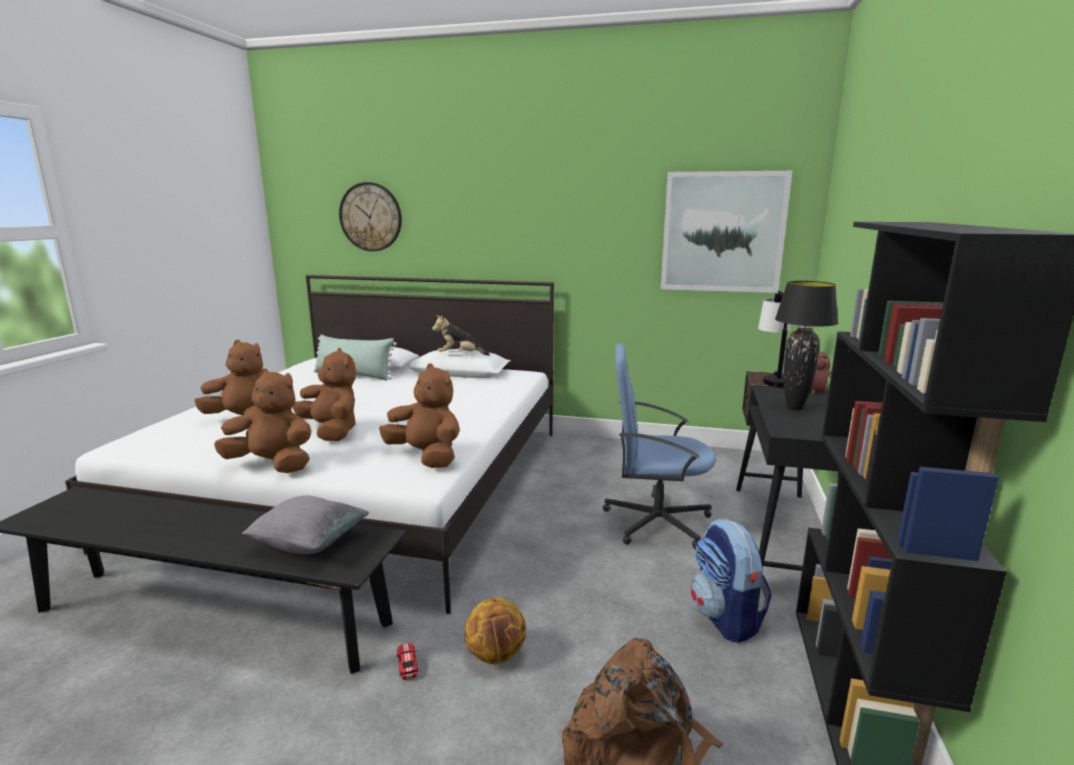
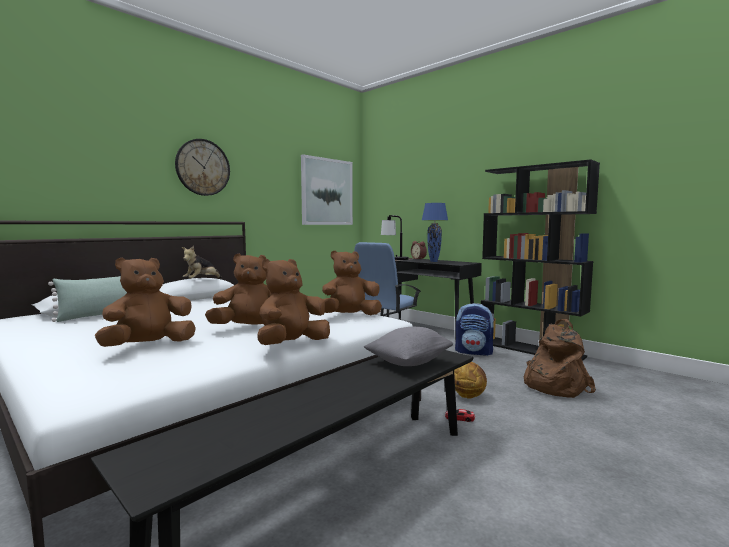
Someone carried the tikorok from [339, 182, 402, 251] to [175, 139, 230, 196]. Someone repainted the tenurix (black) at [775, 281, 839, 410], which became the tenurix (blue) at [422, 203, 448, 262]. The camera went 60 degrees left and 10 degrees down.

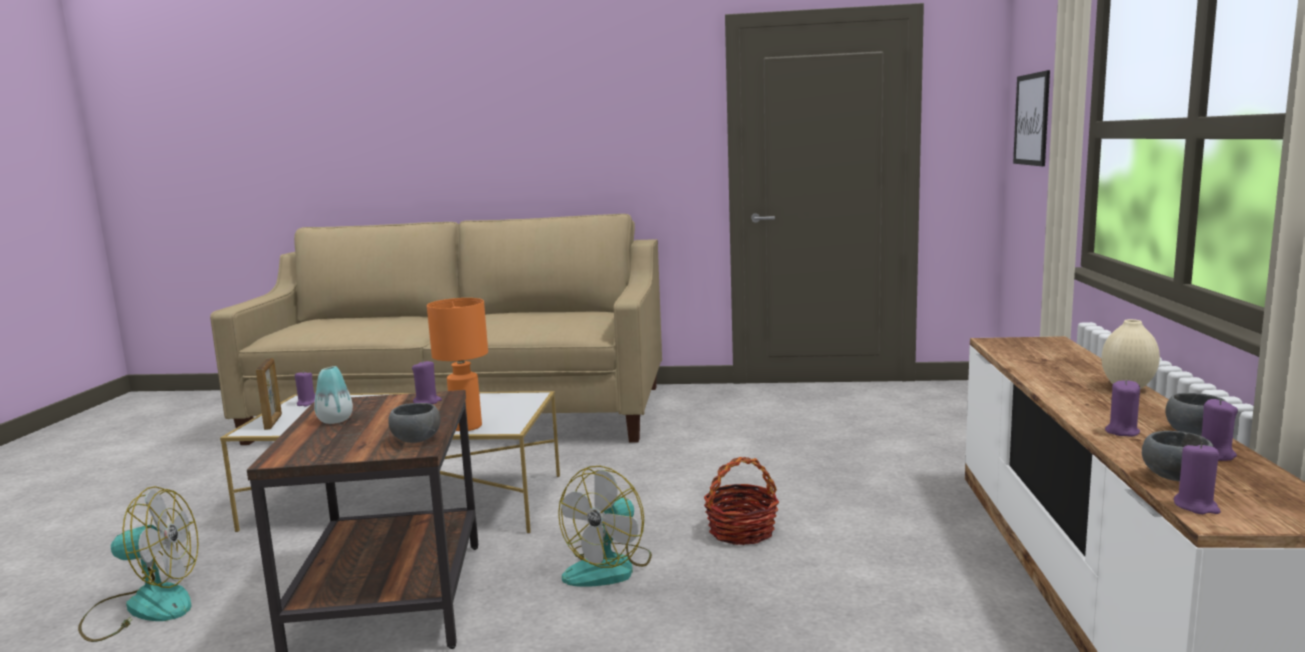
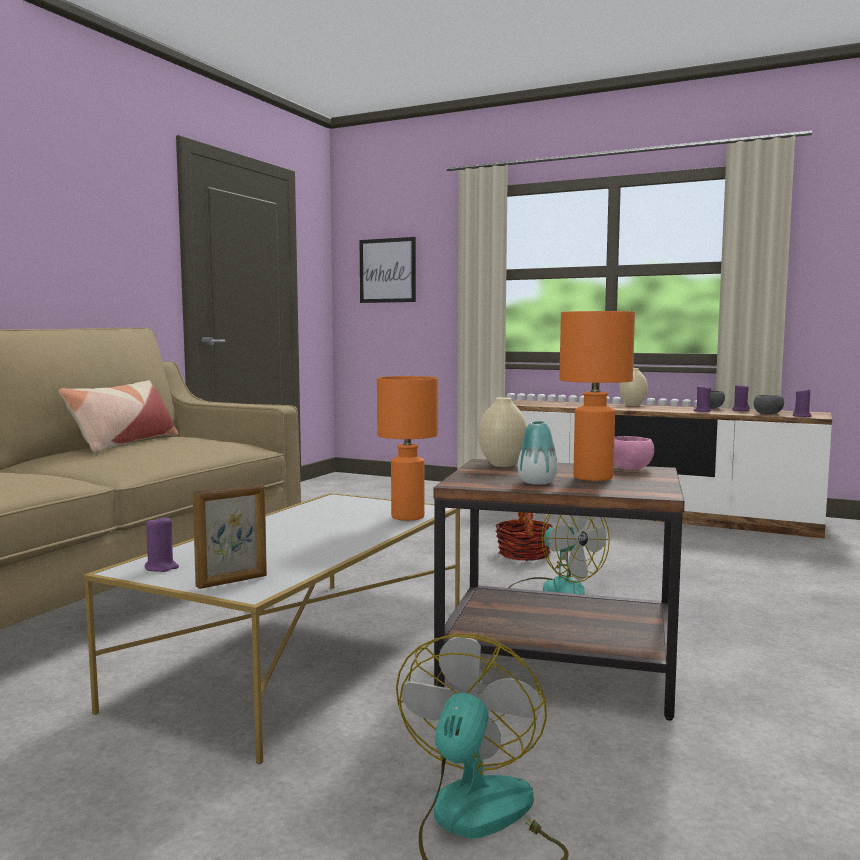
Someone rotated the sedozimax at [256, 358, 282, 430] by 135 degrees clockwise. Someone repainted the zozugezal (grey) at [388, 403, 440, 443], which became the zozugezal (pink) at [614, 436, 654, 470]. Someone swapped the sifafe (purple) at [412, 361, 442, 404] for the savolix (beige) at [478, 397, 527, 467]. Someone put down the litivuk at [59, 380, 178, 453]. Someone put down the tenurix (orange) at [559, 311, 635, 481]. The camera went 70 degrees left and 5 degrees down.

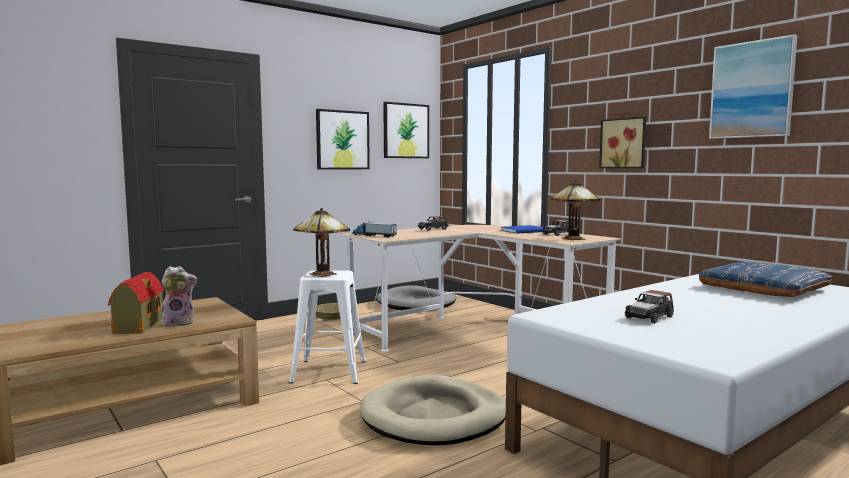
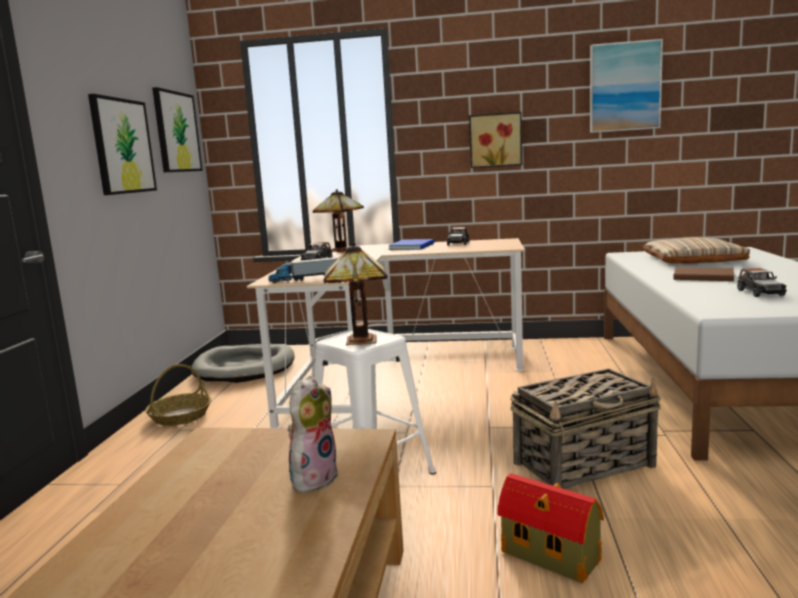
Someone carried the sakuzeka from [108, 272, 164, 334] to [497, 473, 604, 583]. Someone swapped the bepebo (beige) at [360, 375, 506, 446] for the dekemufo at [510, 368, 661, 489]. Someone carried the tenurix from [551, 180, 600, 240] to [313, 189, 364, 252]. Someone repainted the litivuk (blue) at [699, 262, 832, 298], which became the litivuk (beige) at [644, 237, 750, 264]. Someone put down the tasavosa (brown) at [673, 267, 734, 281]. The camera went 45 degrees left and 5 degrees up.

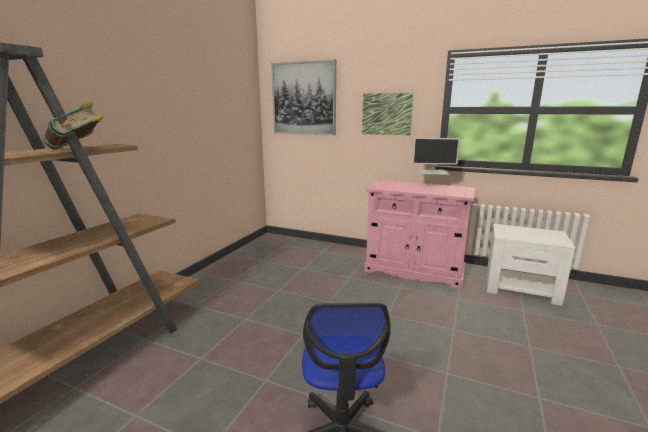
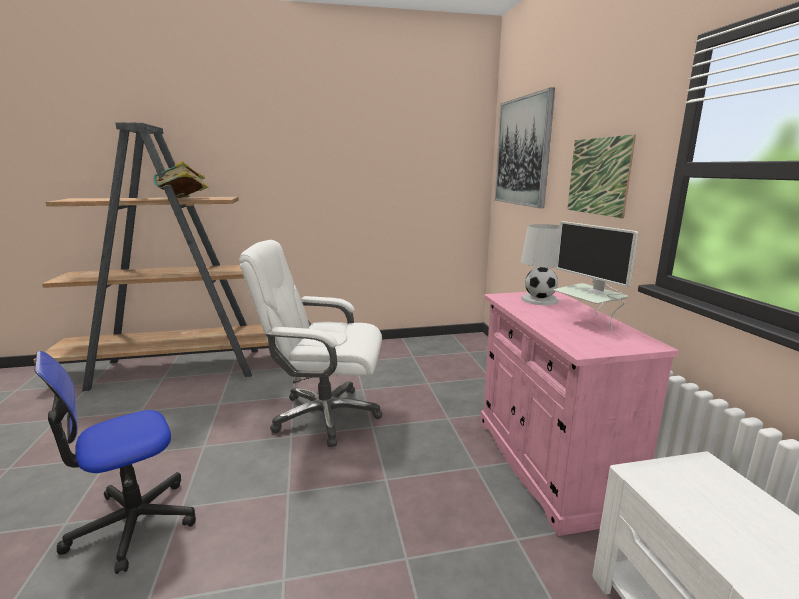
Someone put down the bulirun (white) at [239, 240, 383, 447]. Someone put down the tenurix (white) at [521, 224, 560, 305]. The camera went 55 degrees right and 0 degrees up.

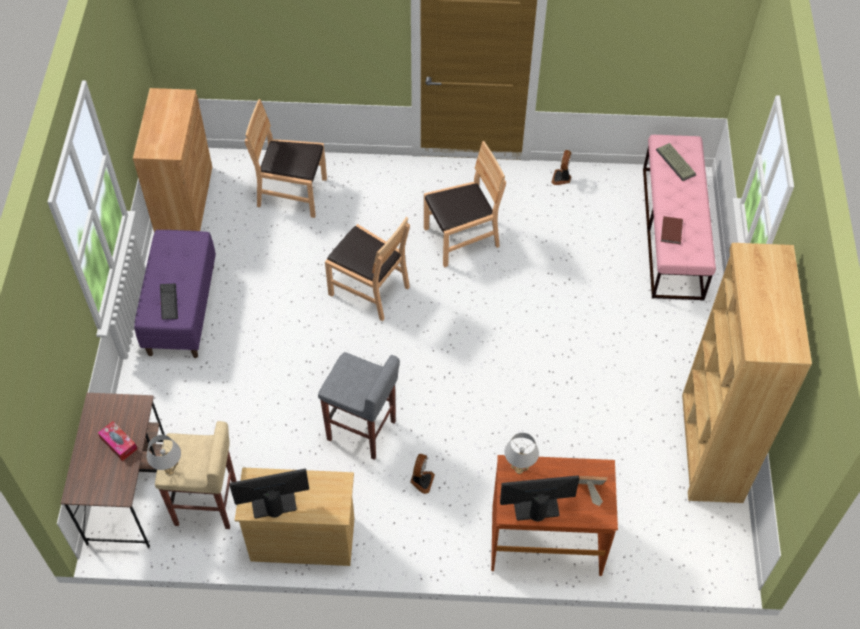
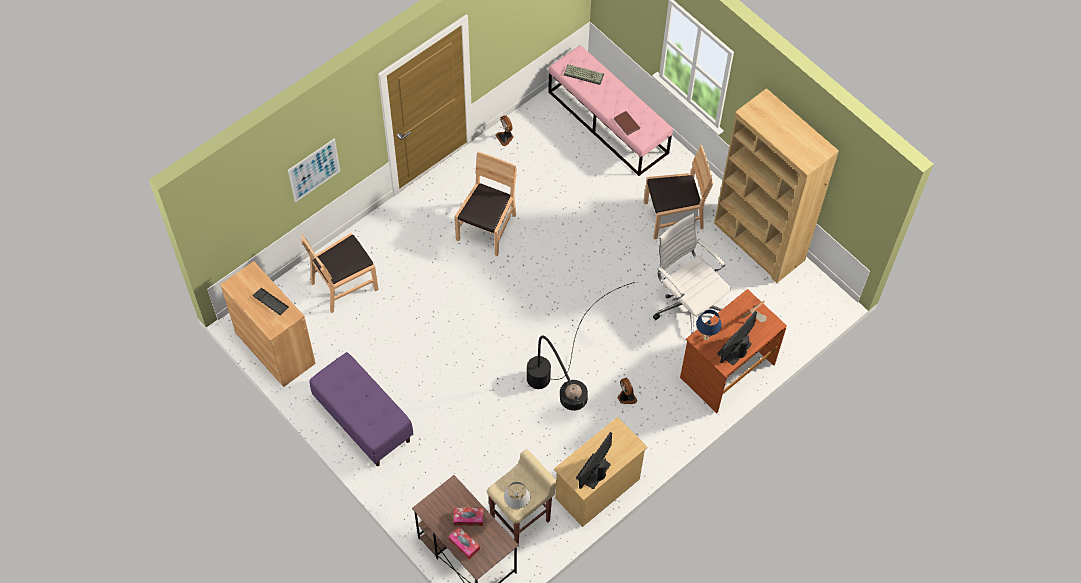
Someone carried the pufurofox from [160, 284, 178, 320] to [253, 288, 289, 315]. Someone swapped the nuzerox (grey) at [318, 352, 400, 460] for the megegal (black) at [527, 282, 636, 411]. Someone carried the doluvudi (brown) from [325, 217, 410, 321] to [644, 145, 713, 239]. Someone repainted the tenurix (white) at [504, 433, 539, 474], which became the tenurix (blue) at [696, 310, 722, 340]. Someone put up the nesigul at [288, 138, 340, 202]. Someone put down the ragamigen at [448, 526, 480, 559]. Someone put down the bulirun (white) at [653, 213, 731, 334]. The camera went 45 degrees left and 5 degrees up.

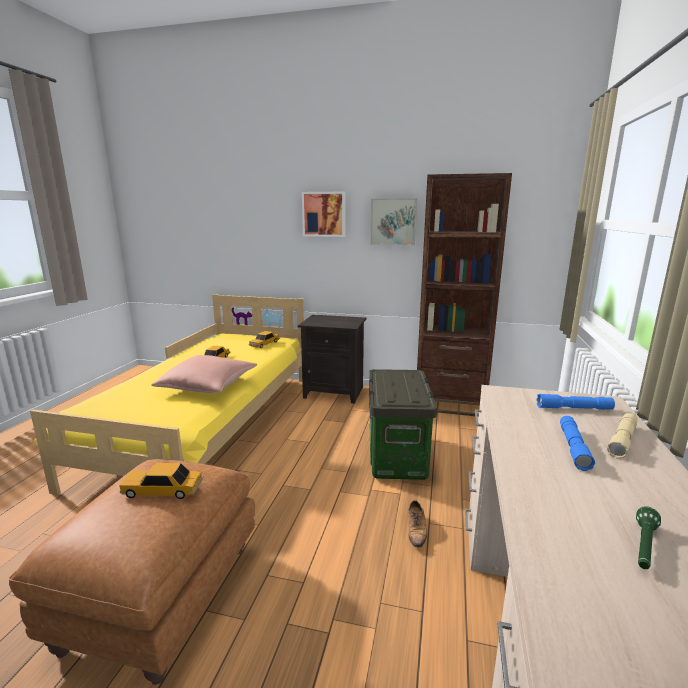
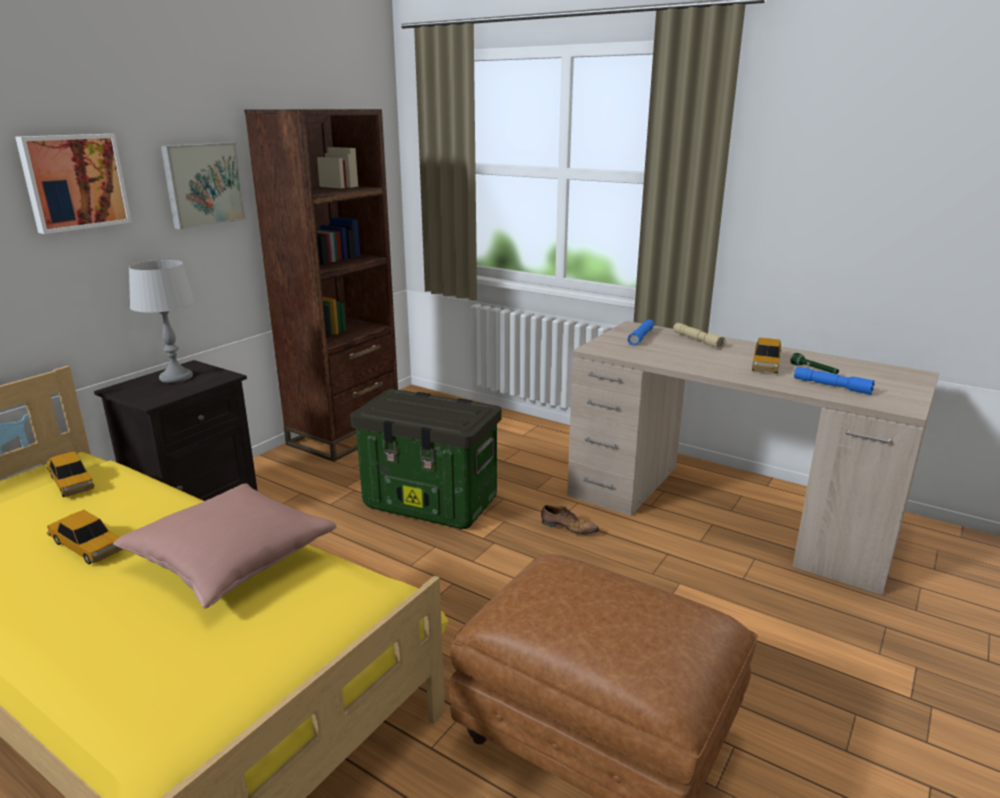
Someone carried the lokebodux from [119, 463, 203, 499] to [752, 338, 781, 373]. Someone carried the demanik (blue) from [560, 416, 595, 471] to [794, 367, 875, 395]. Someone put down the tenurix (grey) at [129, 260, 195, 383]. The camera went 70 degrees left and 5 degrees up.

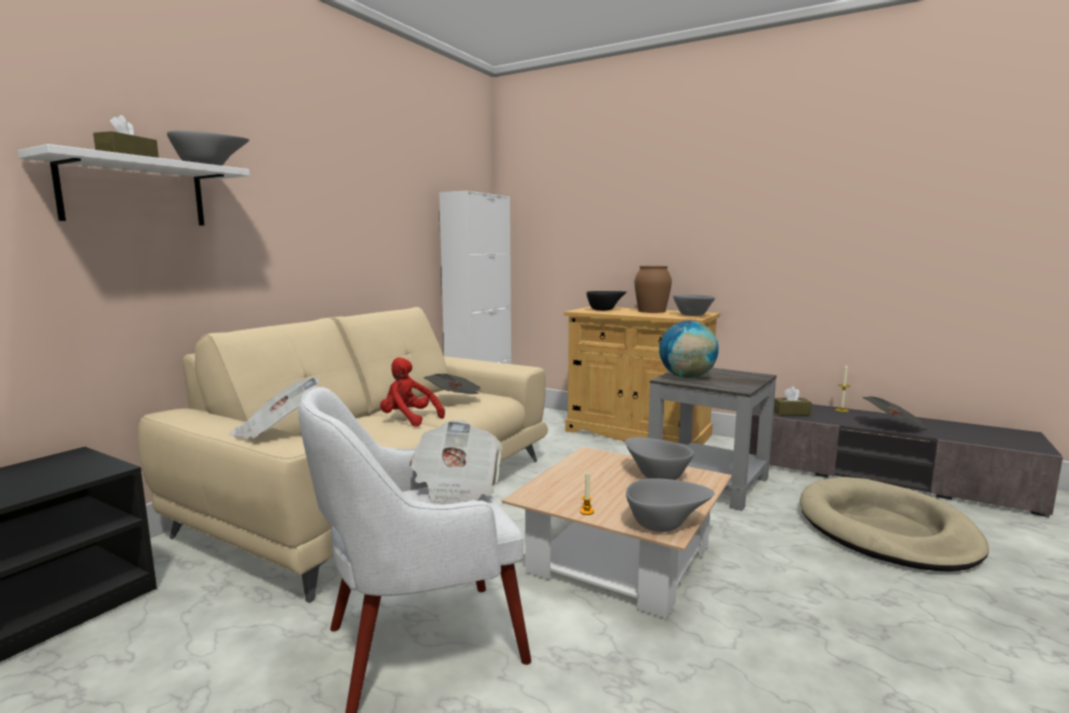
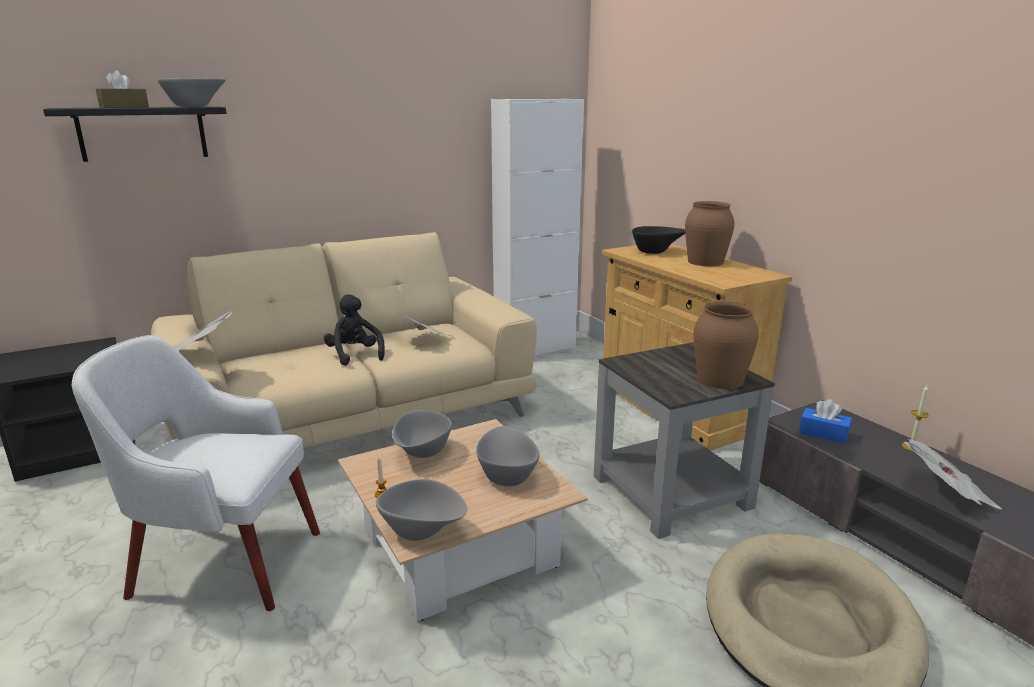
Someone repainted the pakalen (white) at [18, 144, 250, 226], which became the pakalen (black) at [43, 107, 227, 162]. Someone repainted the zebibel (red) at [380, 357, 445, 427], which became the zebibel (black) at [324, 294, 385, 366]. Someone took away the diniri at [409, 420, 502, 505]. Someone took away the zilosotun at [659, 321, 719, 378]. Someone carried the zozugezal (grey) from [673, 294, 715, 316] to [392, 410, 452, 458]. Someone repainted the ragamigen (brown) at [774, 387, 812, 416], which became the ragamigen (blue) at [799, 399, 852, 444]. Someone put down the savolix (brown) at [694, 301, 759, 389]. The camera went 30 degrees right and 10 degrees up.

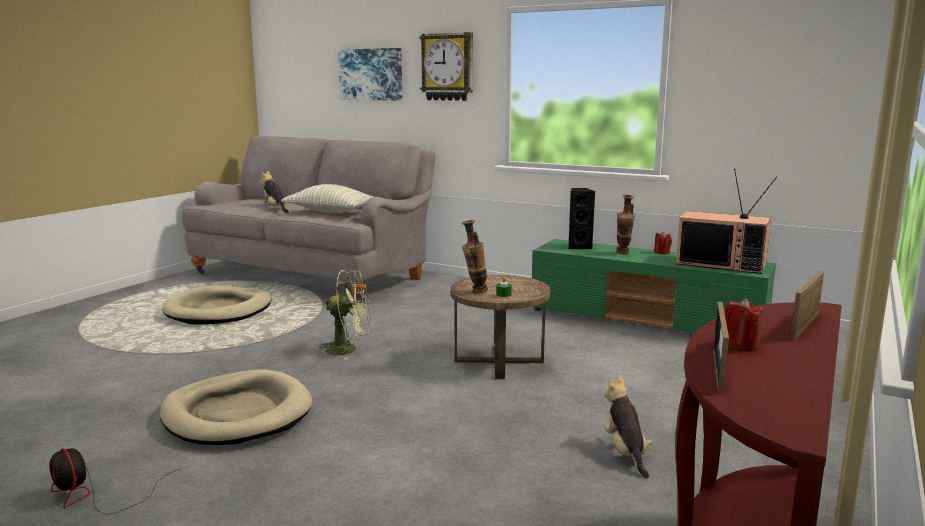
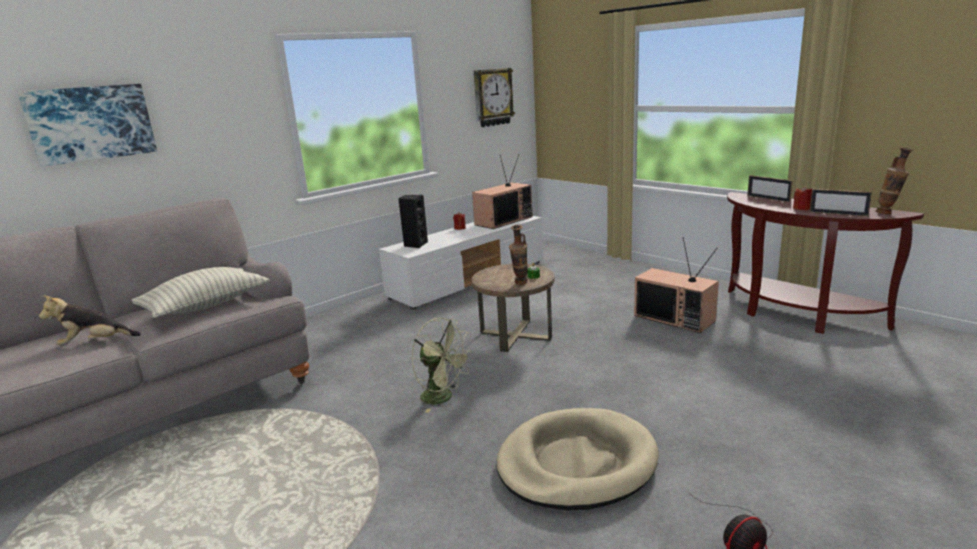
Someone took away the bepebo (beige) at [162, 285, 272, 325]. Someone rotated the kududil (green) at [318, 270, 371, 360] by 105 degrees clockwise. Someone carried the tikorok from [420, 32, 473, 101] to [474, 68, 515, 127]. Someone repainted the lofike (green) at [532, 239, 776, 333], which became the lofike (white) at [379, 216, 543, 310]. Someone swapped the zebibel at [604, 376, 652, 478] for the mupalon at [634, 237, 719, 333]. Someone carried the savolix from [616, 195, 635, 254] to [875, 148, 913, 215]. The camera went 70 degrees left and 5 degrees up.

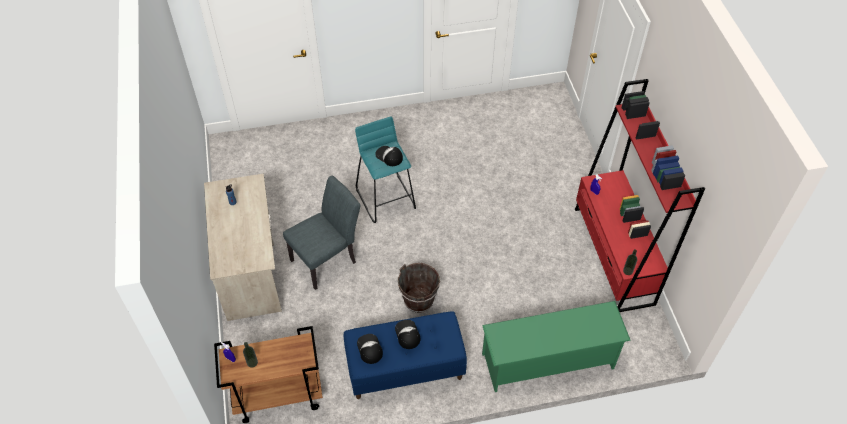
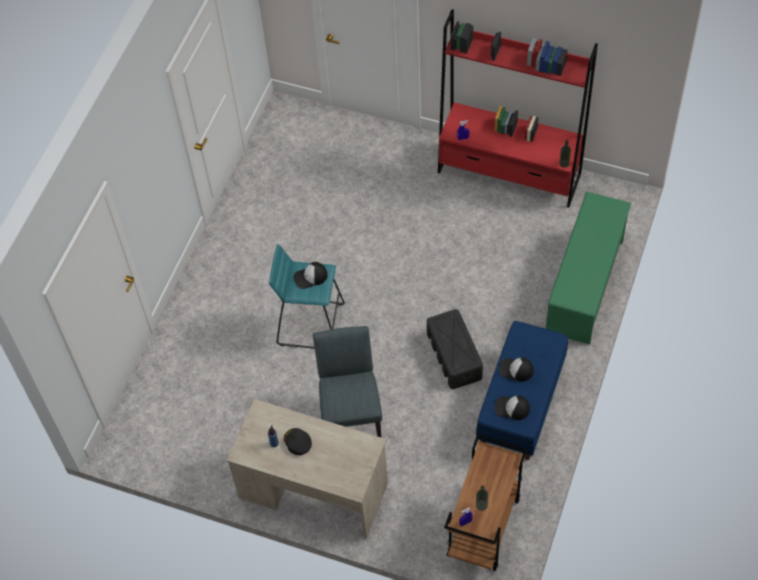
Someone swapped the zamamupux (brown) at [398, 263, 440, 313] for the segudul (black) at [427, 309, 483, 389]. Someone put down the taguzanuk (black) at [284, 428, 312, 455]. The camera went 55 degrees left and 5 degrees up.

